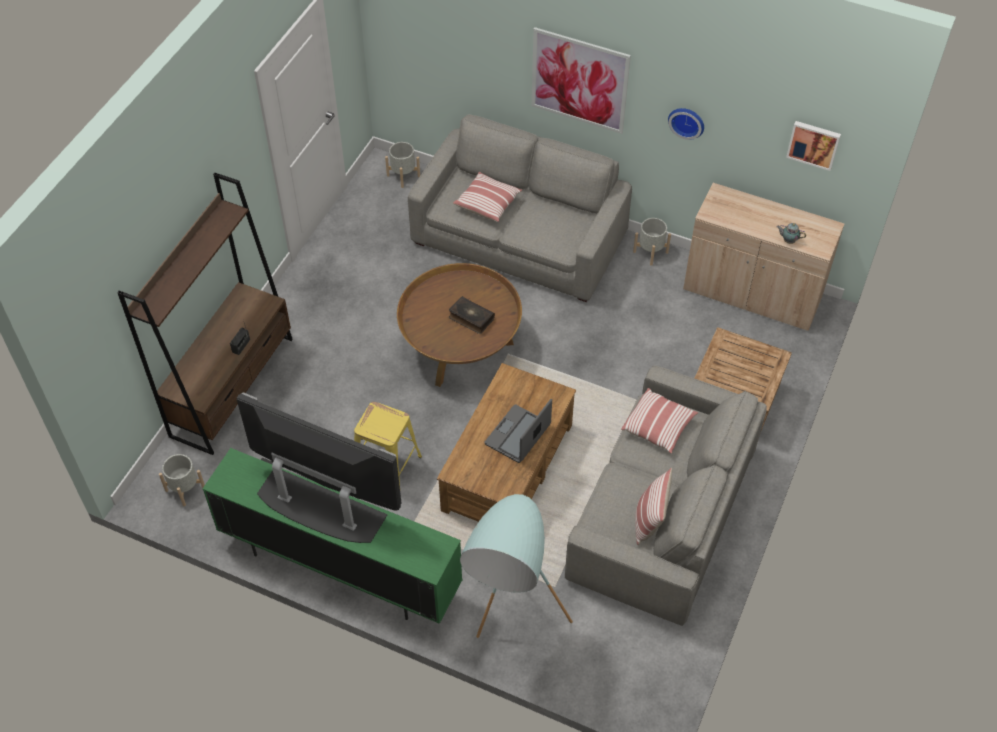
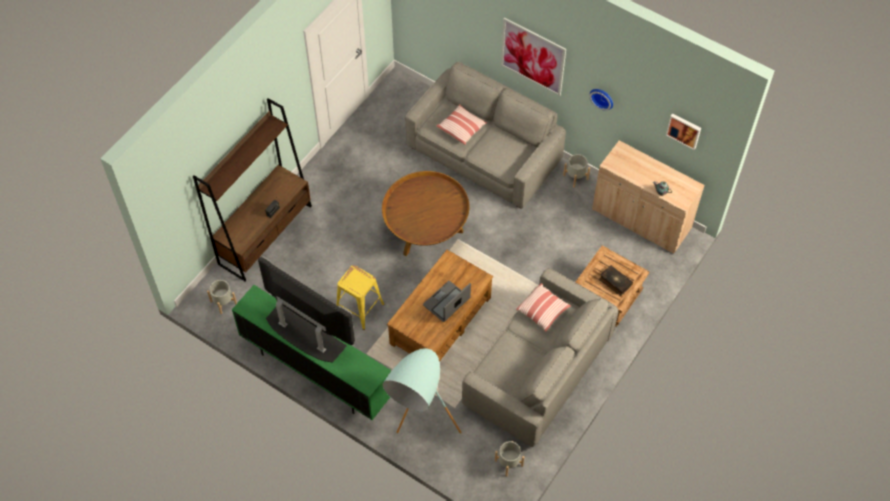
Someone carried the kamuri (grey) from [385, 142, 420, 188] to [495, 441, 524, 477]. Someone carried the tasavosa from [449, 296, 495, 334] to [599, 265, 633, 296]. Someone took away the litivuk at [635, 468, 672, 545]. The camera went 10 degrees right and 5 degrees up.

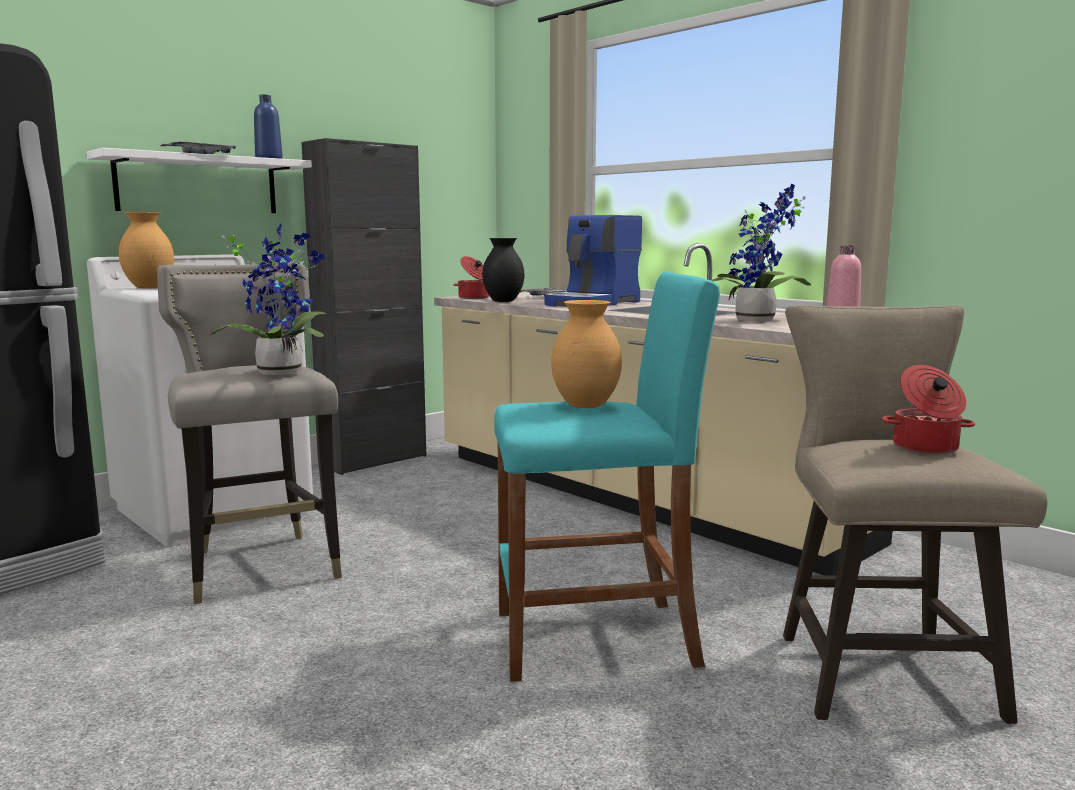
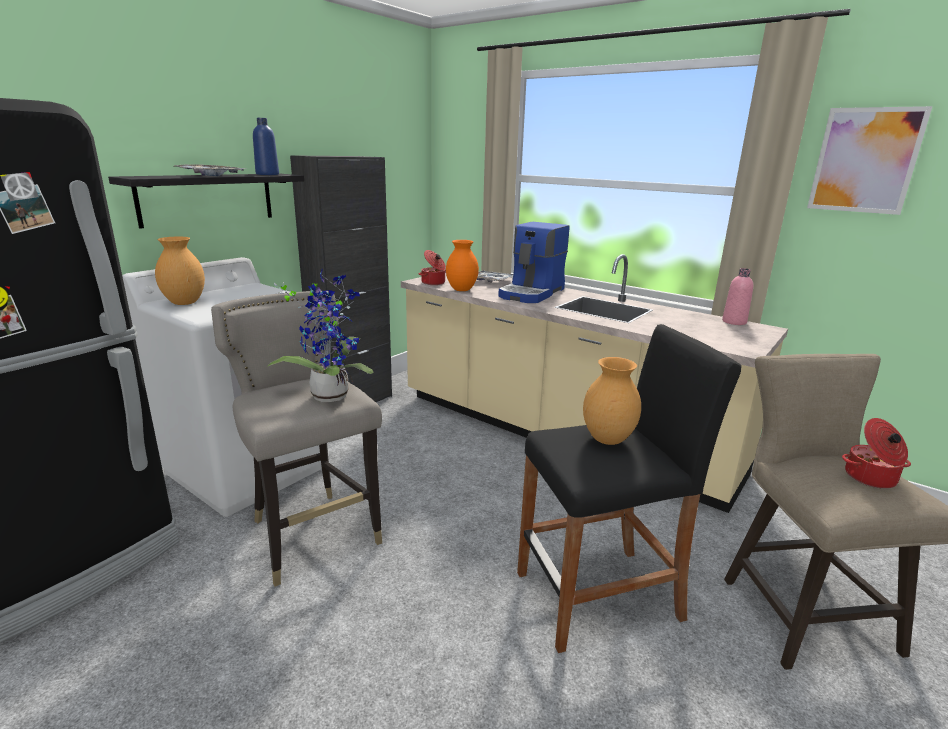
Someone repainted the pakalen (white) at [86, 148, 312, 213], which became the pakalen (black) at [108, 174, 304, 229]. Someone repainted the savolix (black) at [482, 238, 524, 302], which became the savolix (orange) at [446, 240, 479, 291]. Someone repainted the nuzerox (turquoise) at [494, 272, 720, 682], which became the nuzerox (black) at [517, 324, 742, 653]. Someone took away the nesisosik at [711, 183, 811, 321]. Someone put up the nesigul at [807, 106, 932, 215]. The camera went 10 degrees left and 10 degrees up.

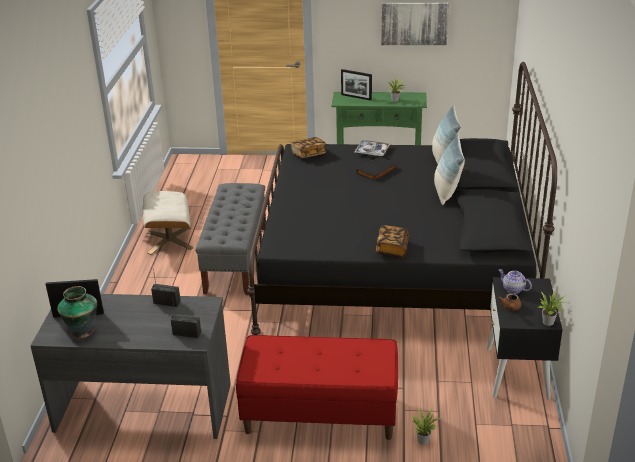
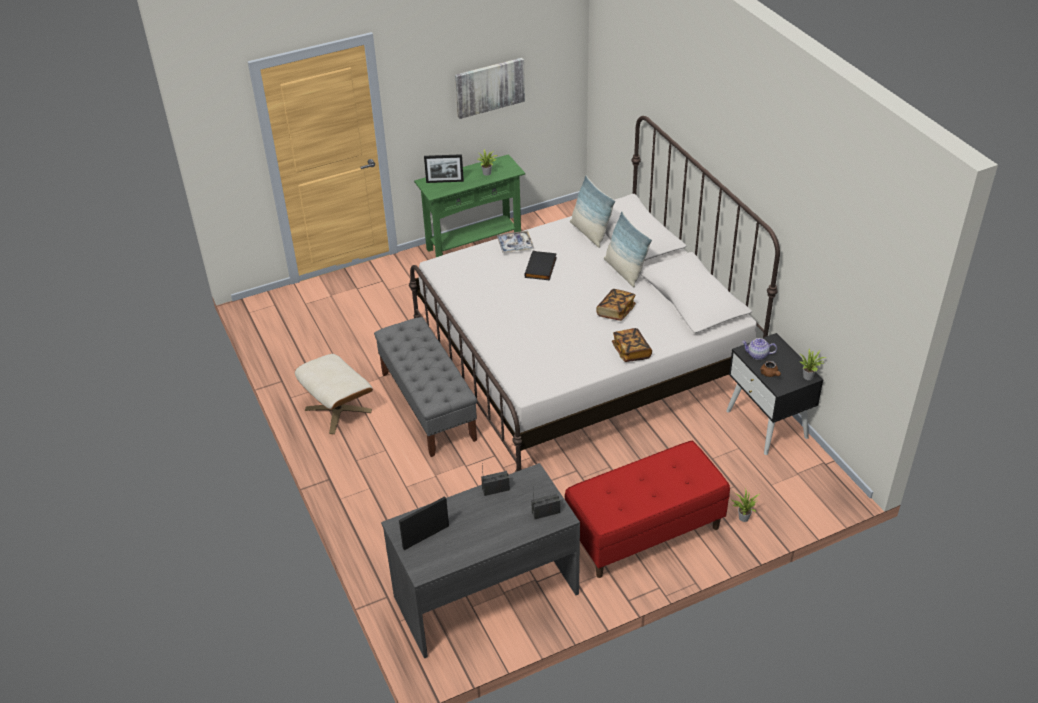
Someone took away the savolix at [57, 286, 97, 338]. Someone repainted the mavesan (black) at [247, 62, 557, 335], which became the mavesan (white) at [409, 116, 780, 472]. Someone carried the tasavosa from [291, 137, 326, 158] to [596, 289, 636, 321]. The camera went 30 degrees left and 10 degrees up.

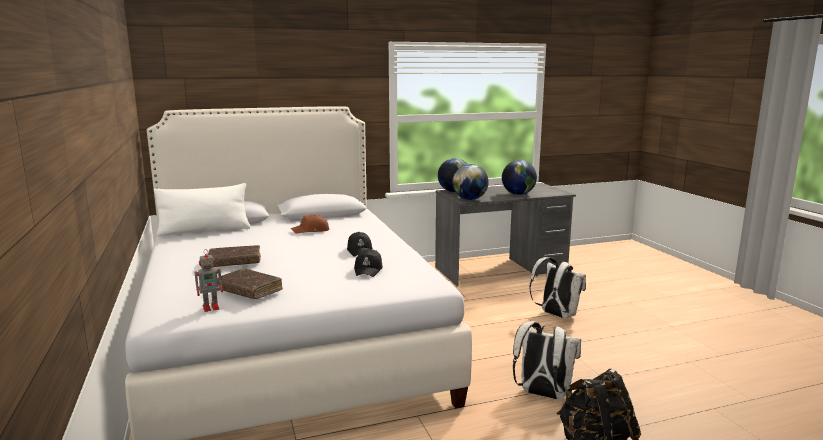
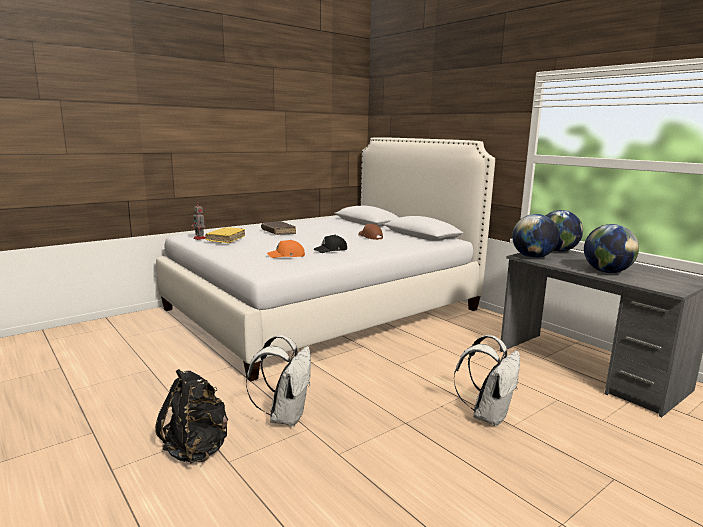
Someone took away the litivuk (white) at [154, 183, 250, 236]. Someone repainted the tasavosa (brown) at [218, 268, 283, 299], which became the tasavosa (yellow) at [205, 227, 245, 243]. Someone repainted the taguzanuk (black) at [354, 249, 383, 277], which became the taguzanuk (orange) at [267, 240, 305, 258]. The camera went 70 degrees right and 0 degrees up.

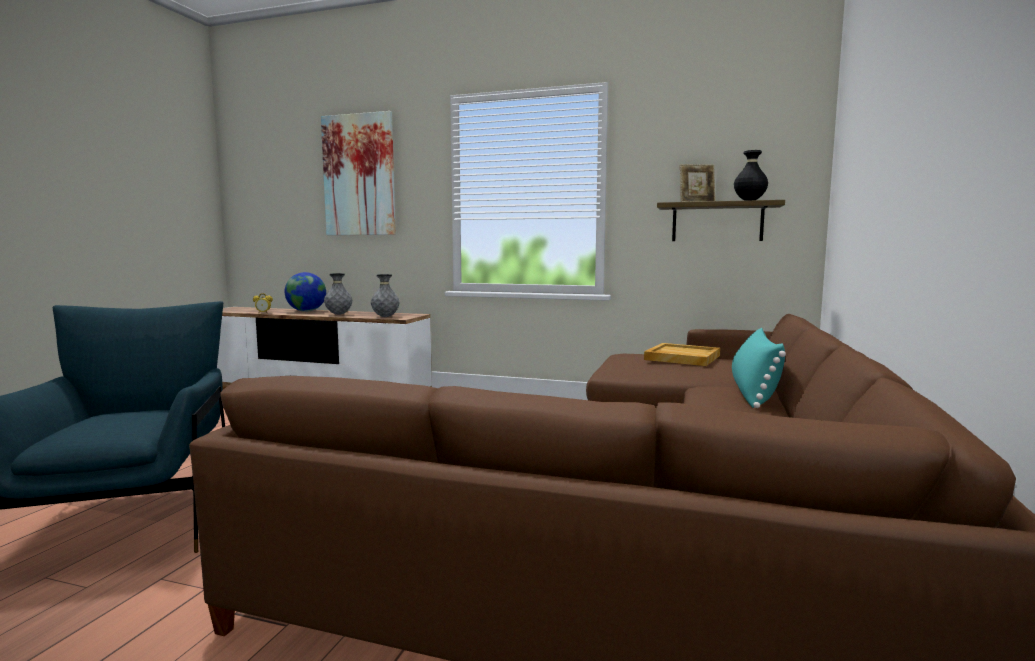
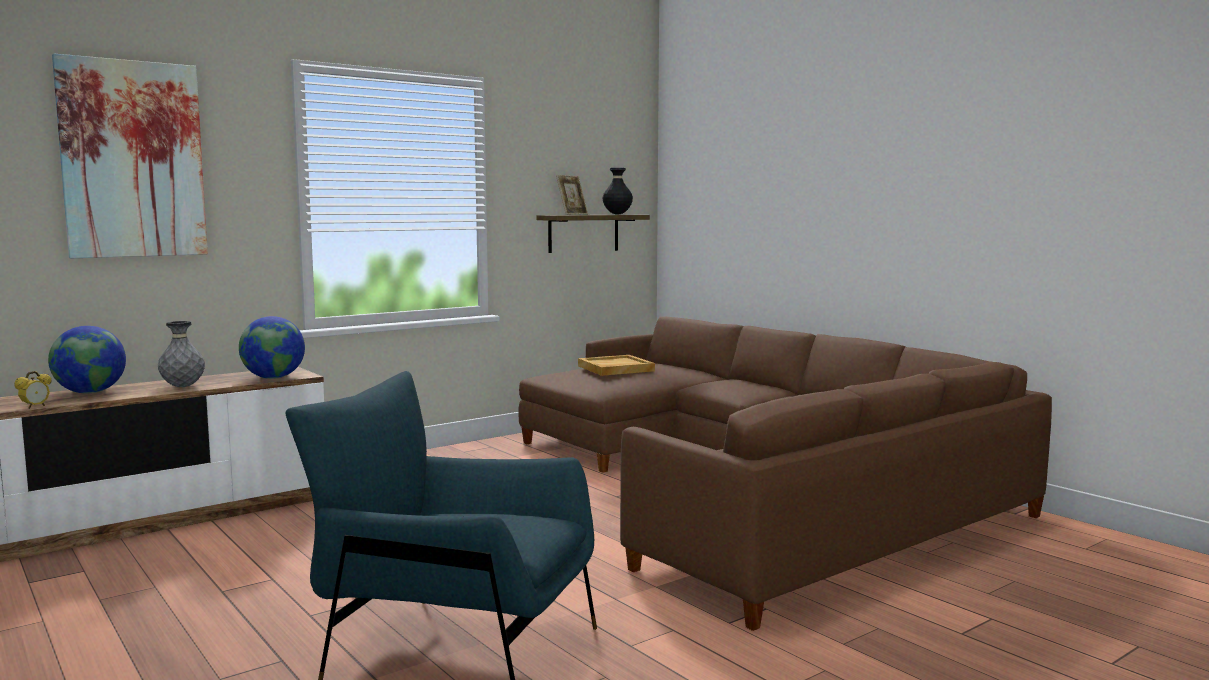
Someone swapped the savolix (grey) at [371, 274, 400, 317] for the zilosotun at [239, 316, 305, 379]. Someone took away the litivuk (turquoise) at [732, 328, 786, 408]. The camera went 55 degrees left and 0 degrees up.

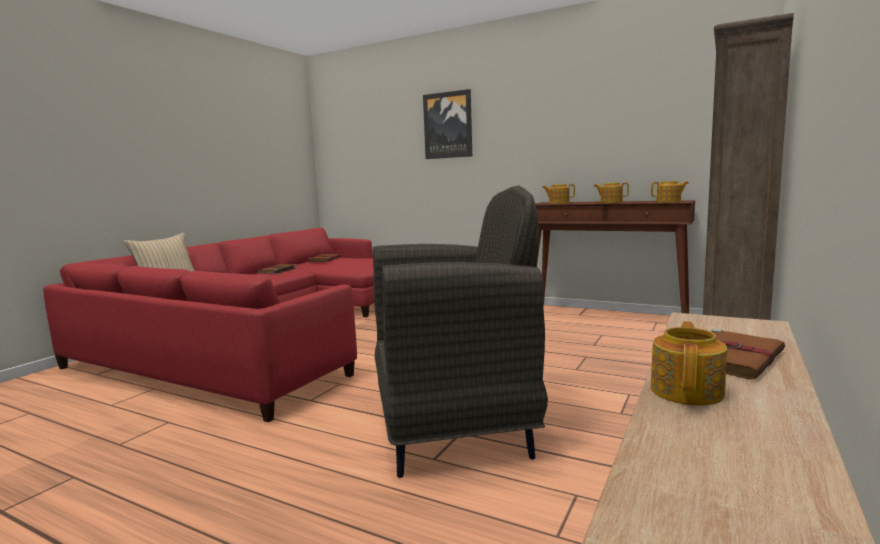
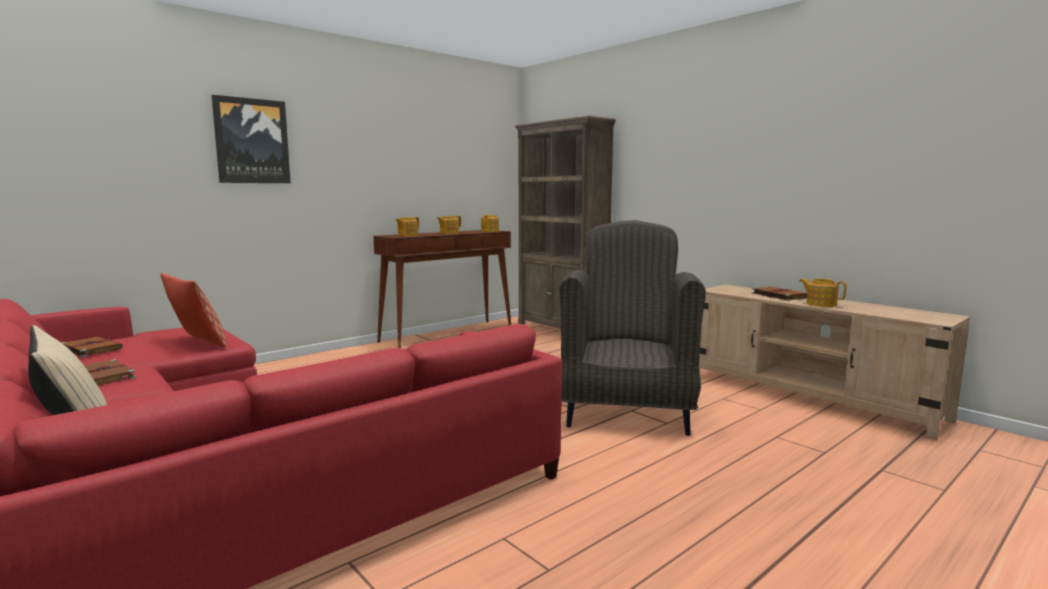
Someone put down the litivuk at [160, 273, 227, 347]. The camera went 70 degrees left and 0 degrees up.

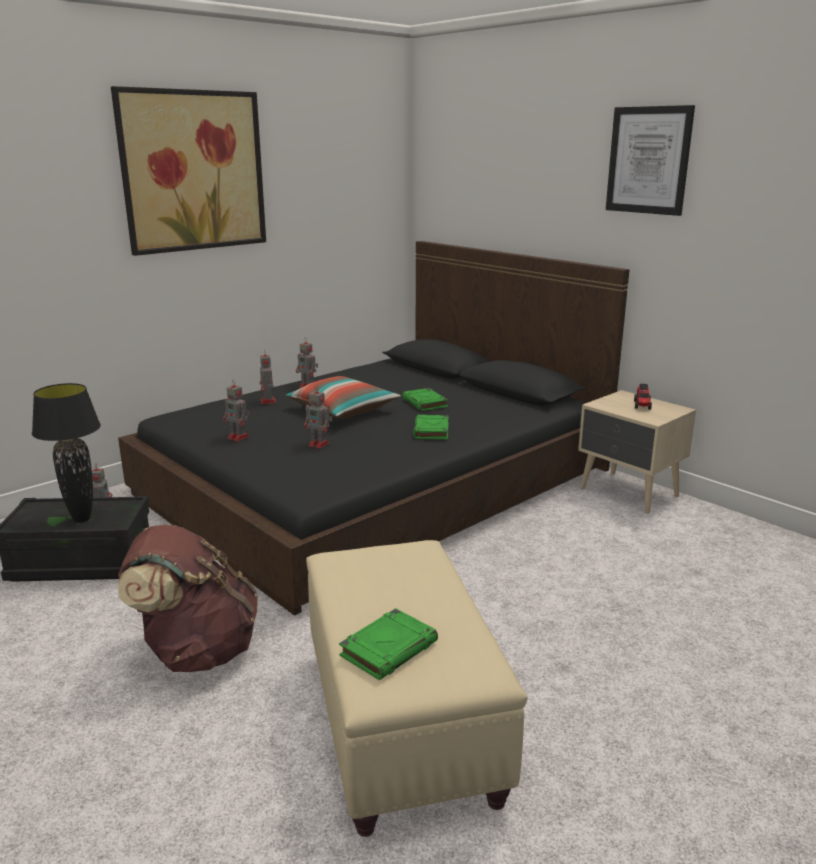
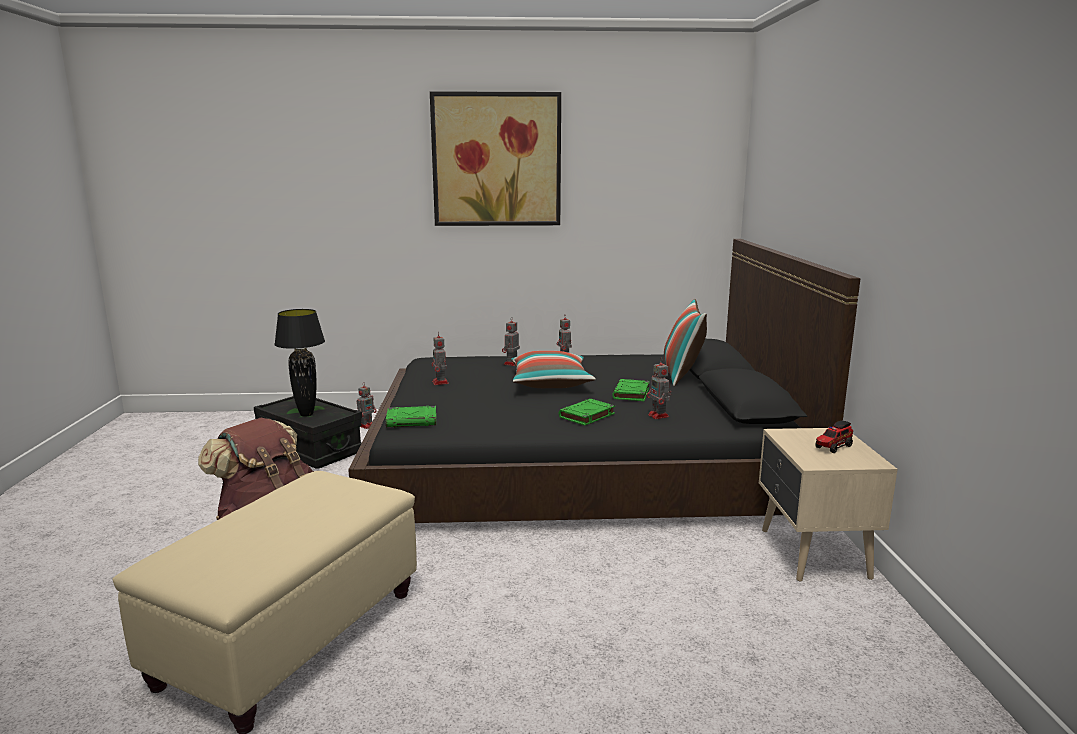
Someone carried the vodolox from [304, 386, 333, 449] to [647, 358, 671, 419]. Someone carried the tasavosa (green) from [339, 608, 438, 680] to [386, 406, 436, 427]. Someone took away the nesigul at [606, 105, 695, 216]. Someone put down the litivuk at [664, 299, 707, 386]. The camera went 40 degrees right and 5 degrees down.

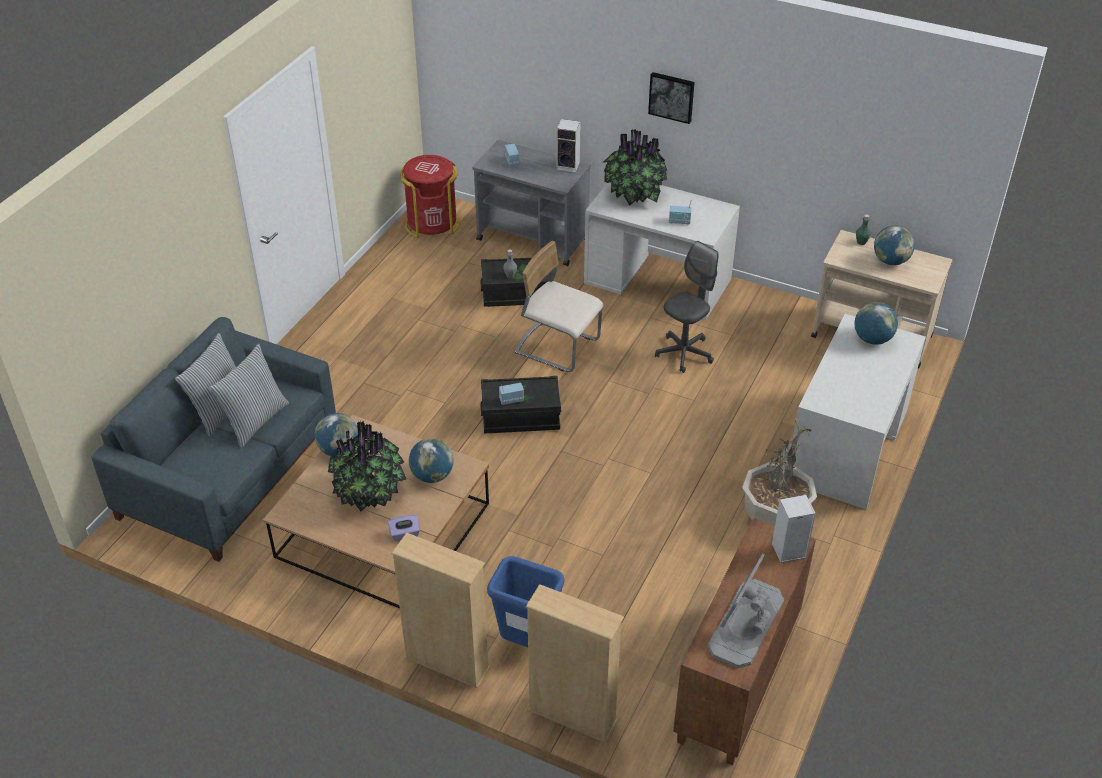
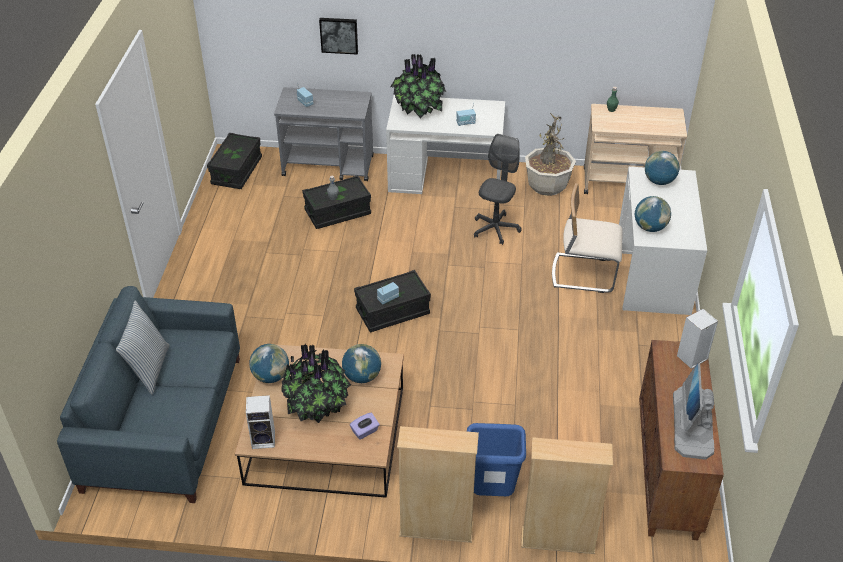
Someone took away the litivuk at [209, 344, 289, 448]. Someone swapped the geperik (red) at [400, 155, 460, 238] for the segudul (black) at [207, 133, 262, 189]. Someone carried the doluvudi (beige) from [514, 241, 603, 372] to [552, 183, 623, 293]. Someone carried the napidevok from [556, 119, 580, 173] to [246, 395, 275, 449]. Someone carried the nesigul from [648, 72, 695, 124] to [319, 18, 358, 55]. Someone carried the nesisosik from [742, 420, 817, 525] to [525, 113, 576, 196]. Someone carried the zilosotun from [874, 225, 915, 265] to [635, 196, 671, 232]. The camera went 20 degrees left and 0 degrees up.

